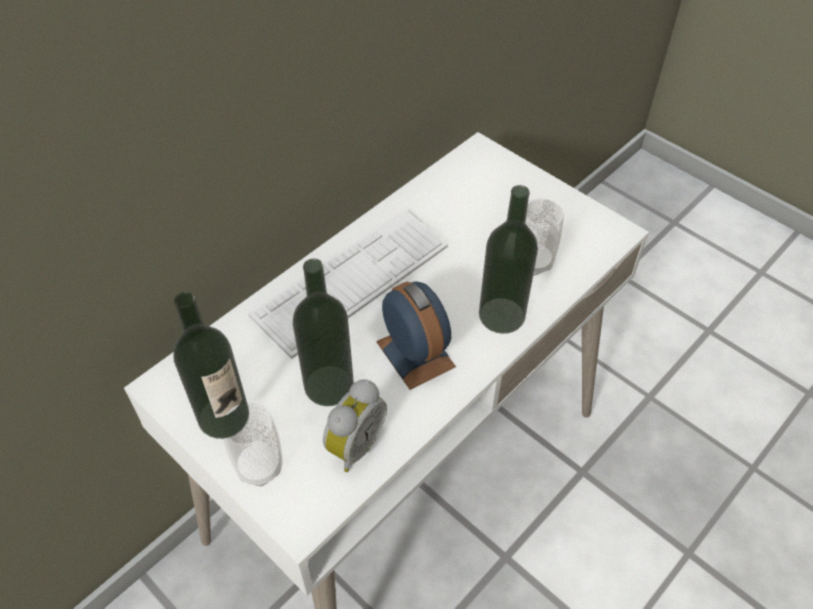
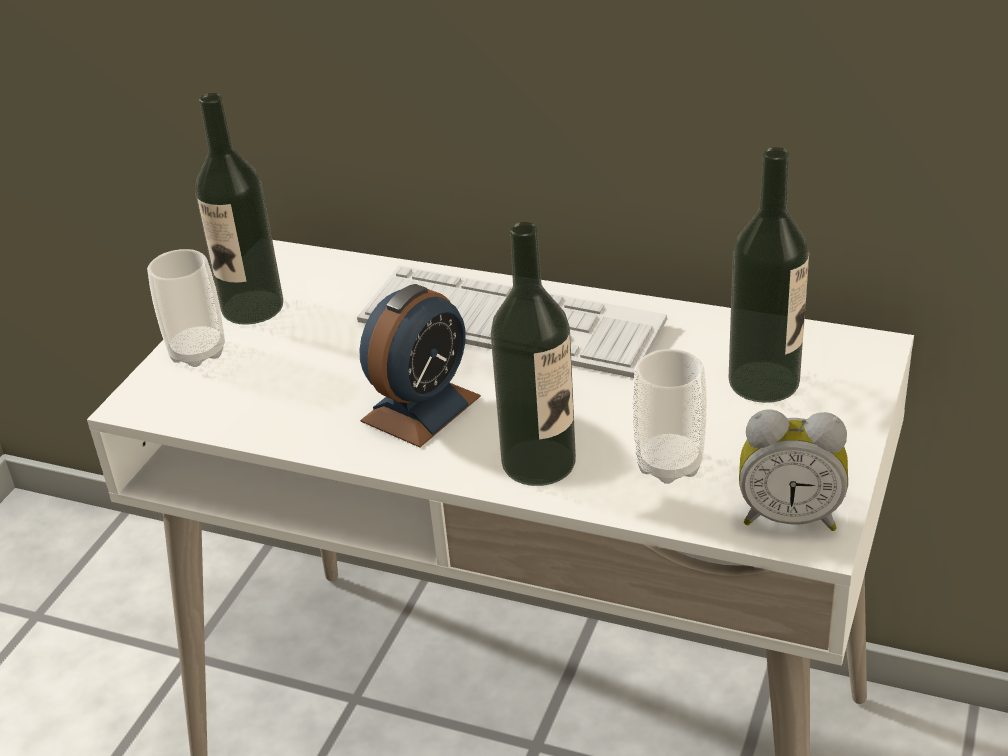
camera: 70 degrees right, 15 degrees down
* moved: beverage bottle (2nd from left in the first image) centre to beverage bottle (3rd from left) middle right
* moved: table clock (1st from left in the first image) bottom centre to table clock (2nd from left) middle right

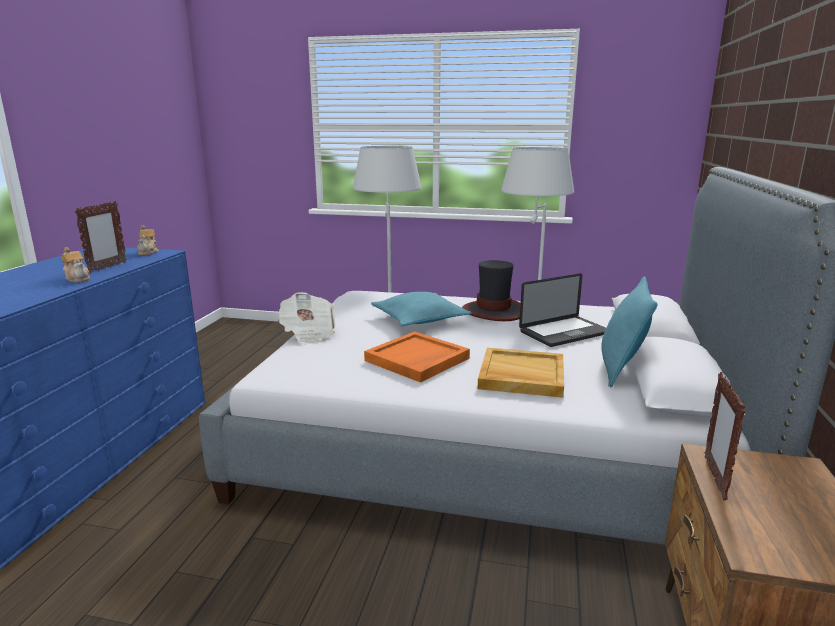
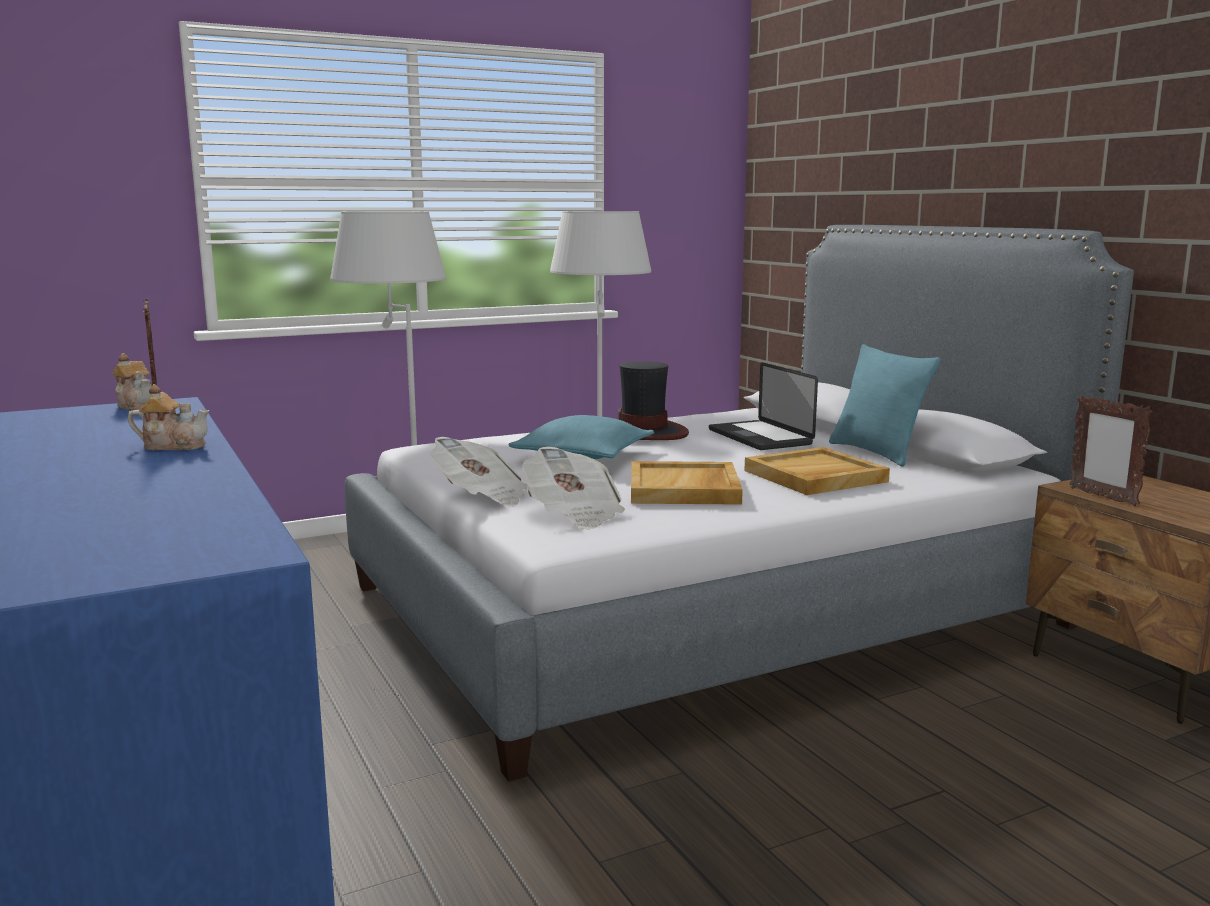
camera: 40 degrees left, 5 degrees down
* turned: portable computer middle right = centre 135 degrees clockwise
* recoloured: orangey carrying tray centre to beige-coloured carrying tray (1st from left) centre
* added: daily paper (2nd from left) centre

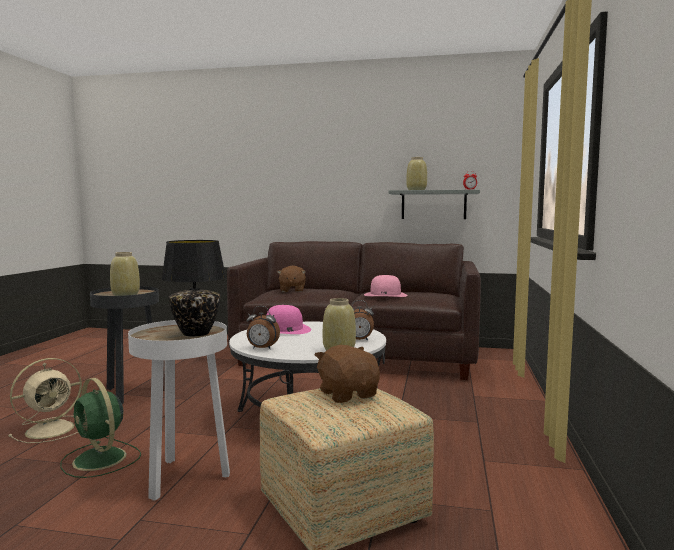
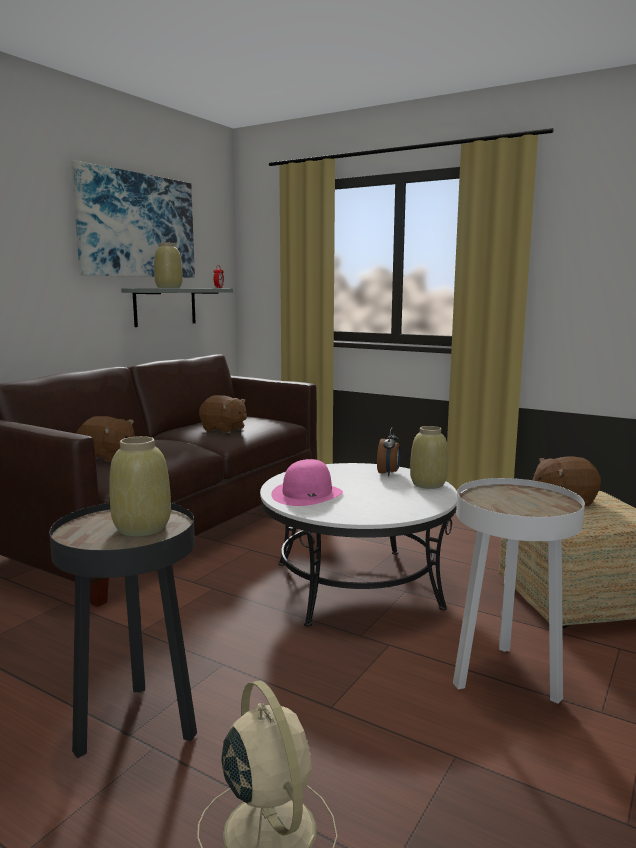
camera: 70 degrees left, 5 degrees up
* removed: blackish table lamp middle left
* replaced: pinkish wearable hat (2nd from left) centre to brownish cuddly toy (2nd from left) centre
* removed: table clock (1st from left) centre
* removed: greenish fan bottom left
* added: picture top left

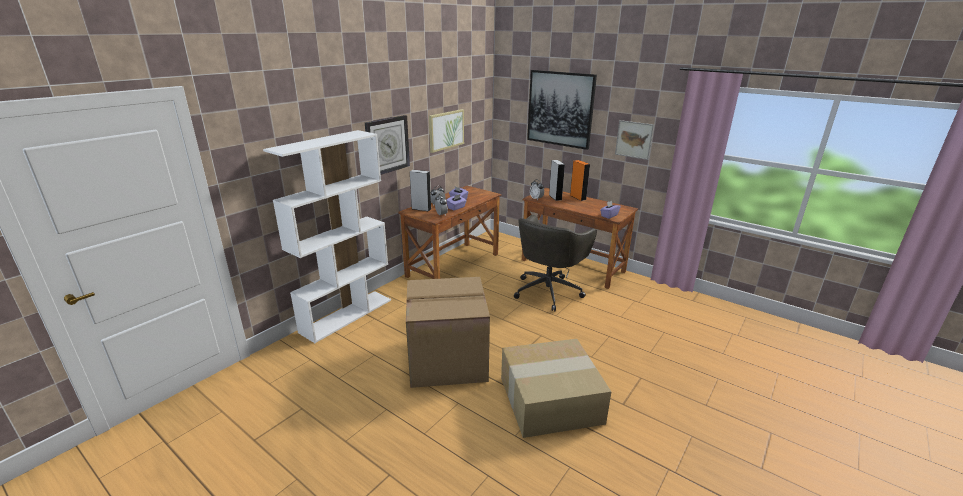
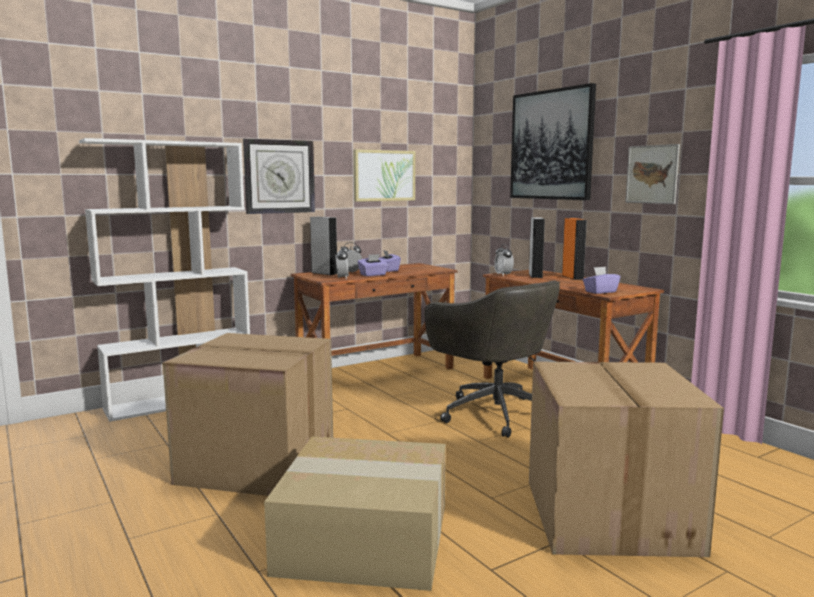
camera: 20 degrees right, 15 degrees down
* turned: greyish office chair centre = centre 90 degrees counterclockwise
* added: cardboard box (3rd from left) bottom right

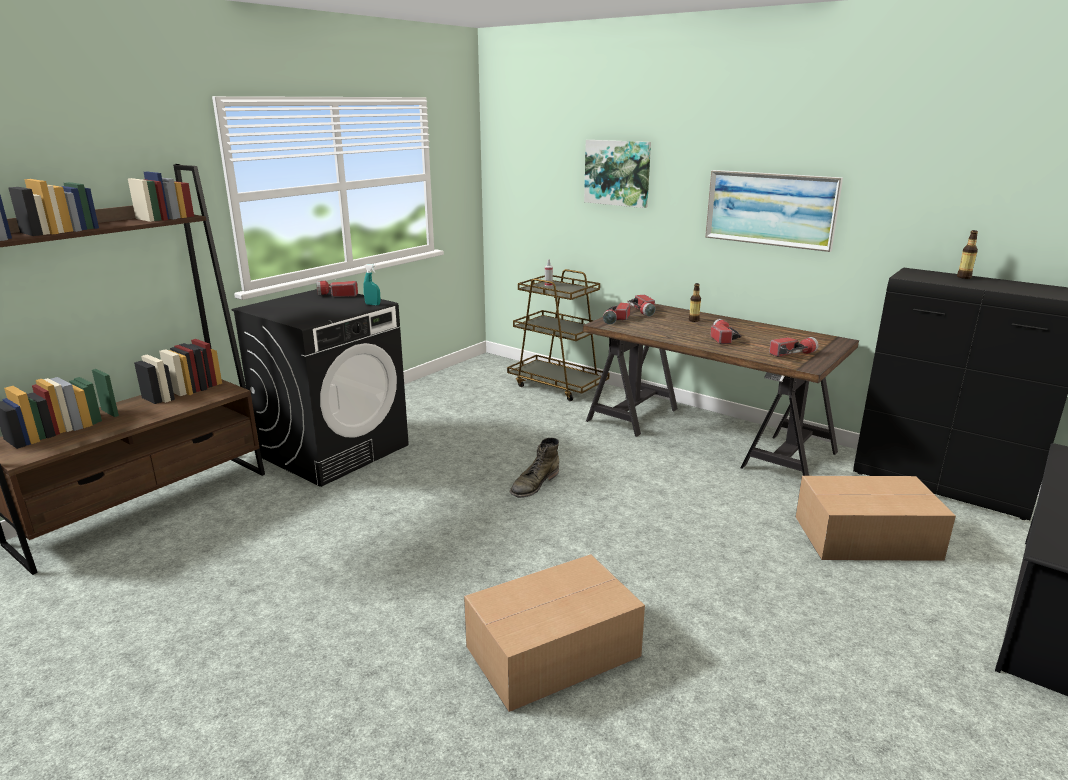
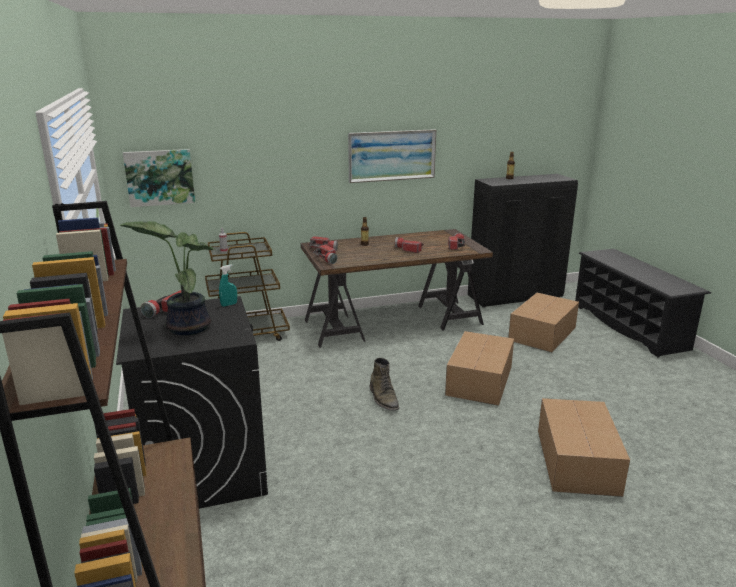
camera: 55 degrees left, 0 degrees up
* moved: picture (1st from left) top centre to top left
* added: potted plant middle left
* added: cardboard box (1st from left) centre

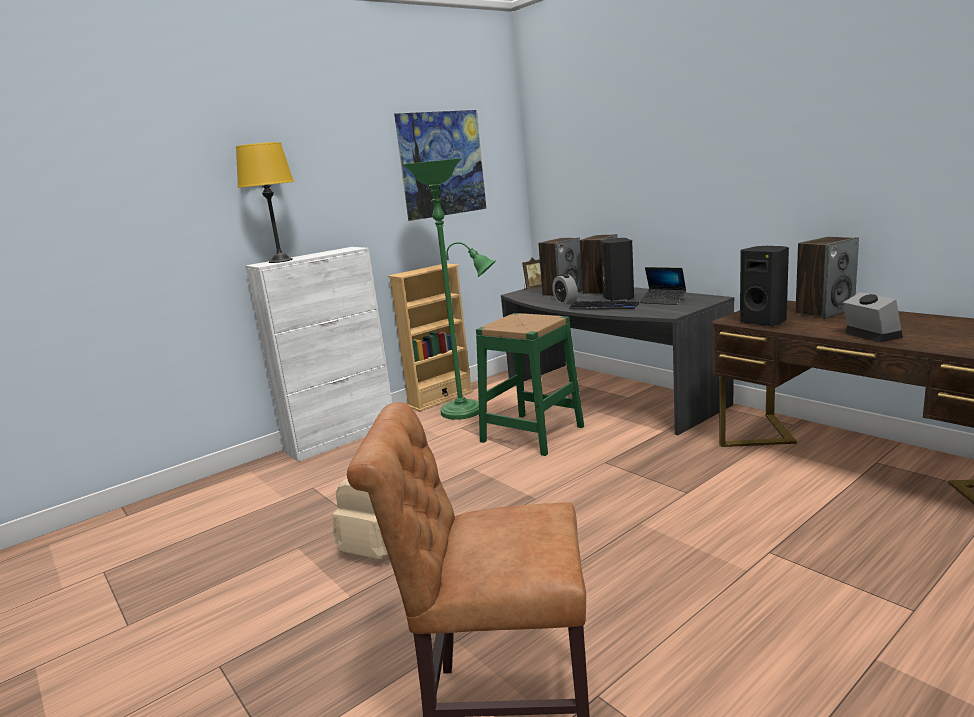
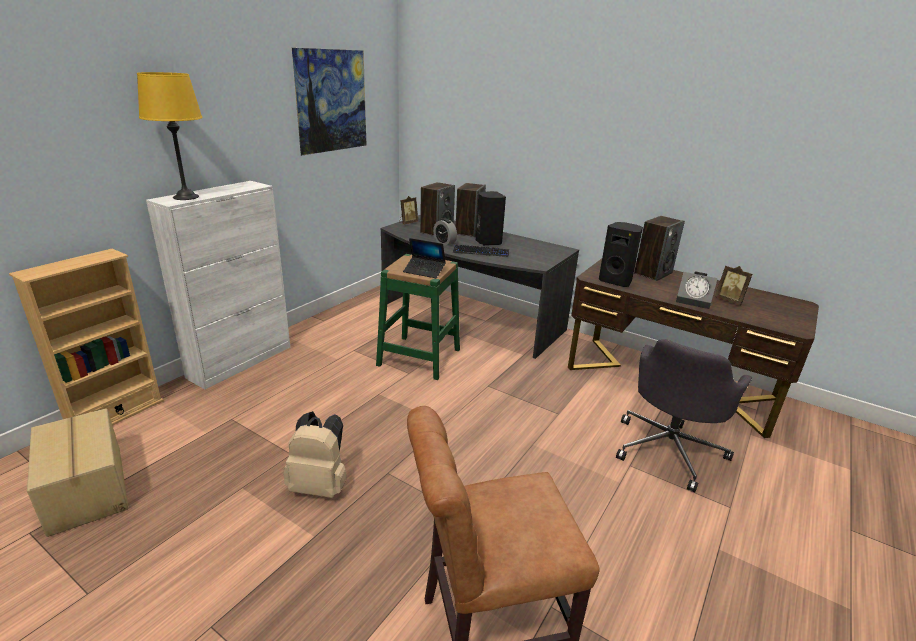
camera: 20 degrees left, 10 degrees up
* removed: greenish floor lamp centre
* moved: beige-coloured bookshelf centre to middle left
* moved: portable computer middle right to centre
* turned: table clock (2nd from left) middle right = middle right 150 degrees clockwise
* added: standing frame (2nd from left) middle right
* added: greyish office chair middle right
* added: cardboard box bottom left

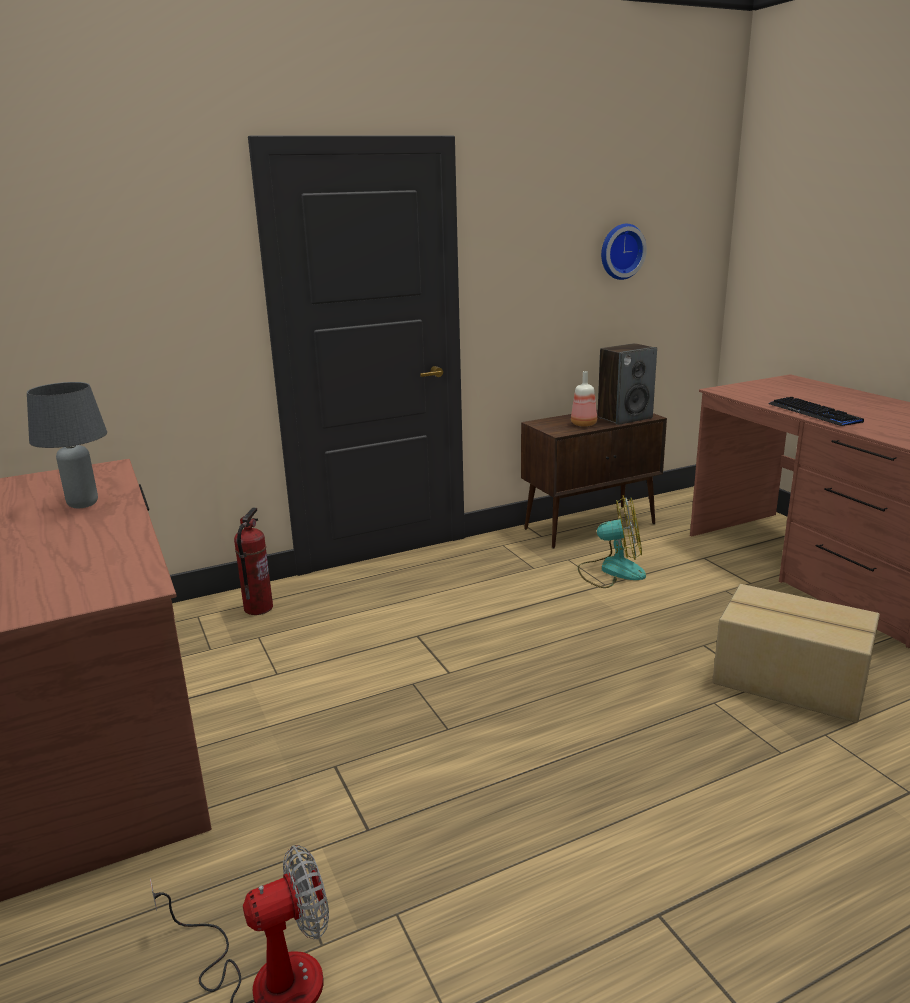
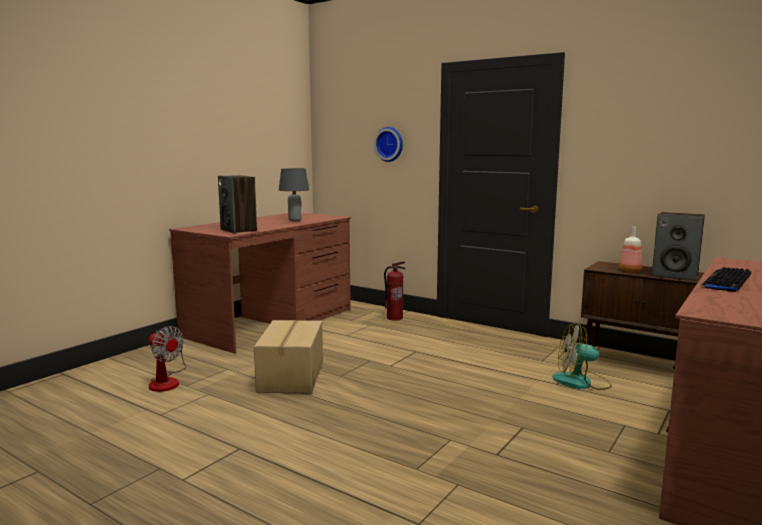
camera: 60 degrees right, 10 degrees down
* moved: hanging clock top right to top centre
* turned: fan (2nd from left) middle right = bottom right 120 degrees clockwise
* moved: cardboard box middle right to bottom centre
* added: audio speaker (1st from left) middle left

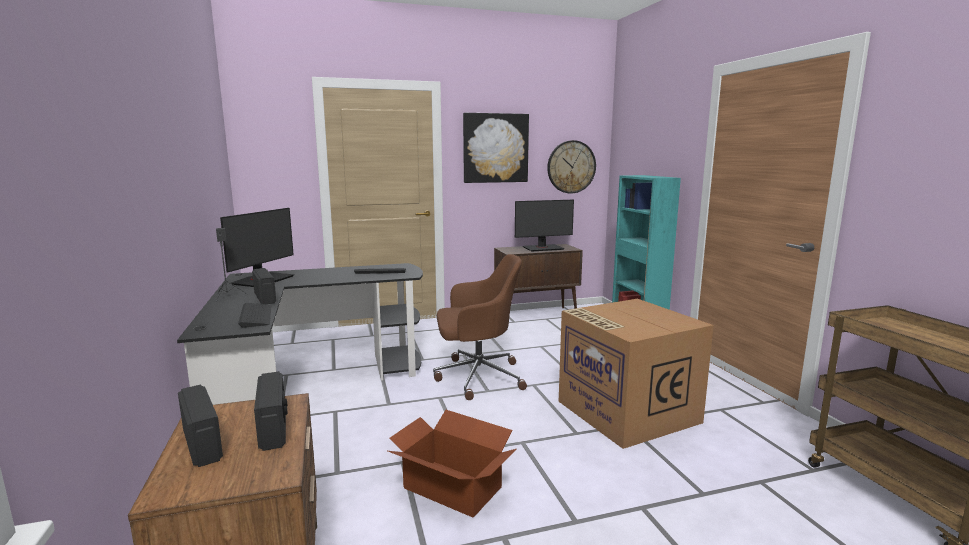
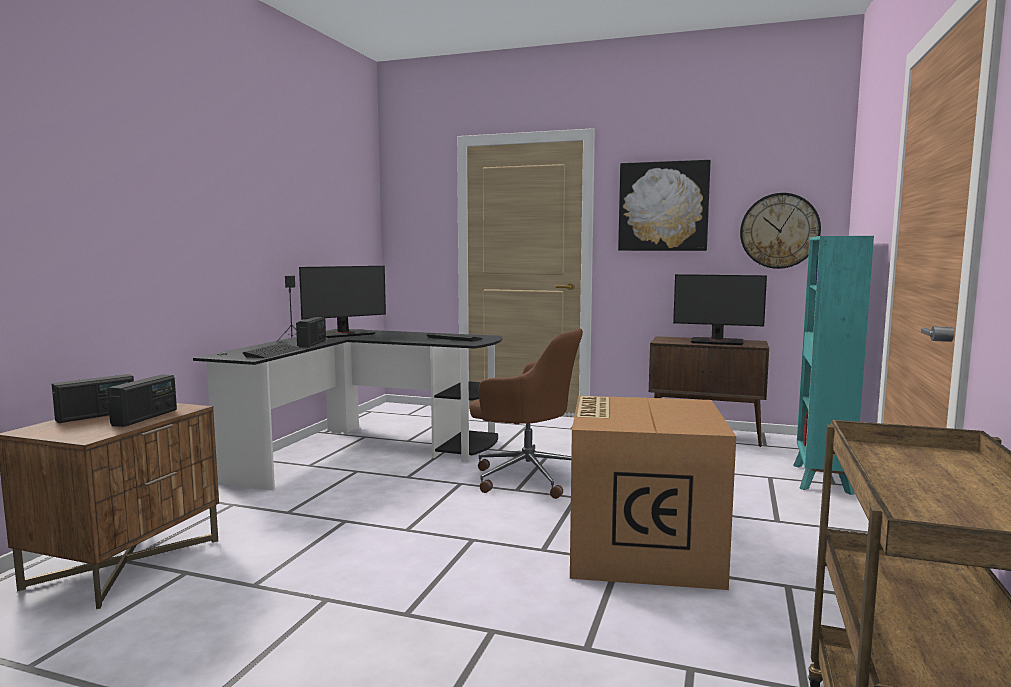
camera: 35 degrees right, 5 degrees down
* turned: radio receiver (1st from left) bottom left = middle left 45 degrees clockwise
* removed: cardboard box (1st from left) bottom centre

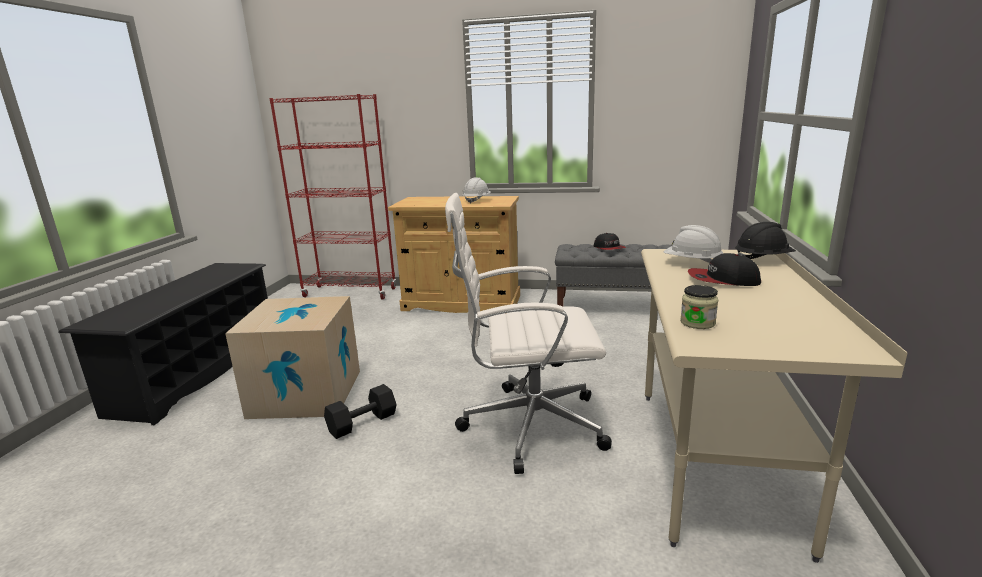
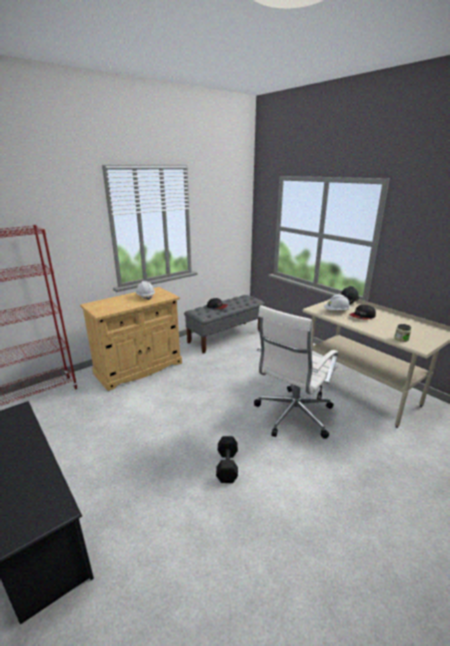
camera: 50 degrees left, 5 degrees up
* removed: cardboard box middle left

